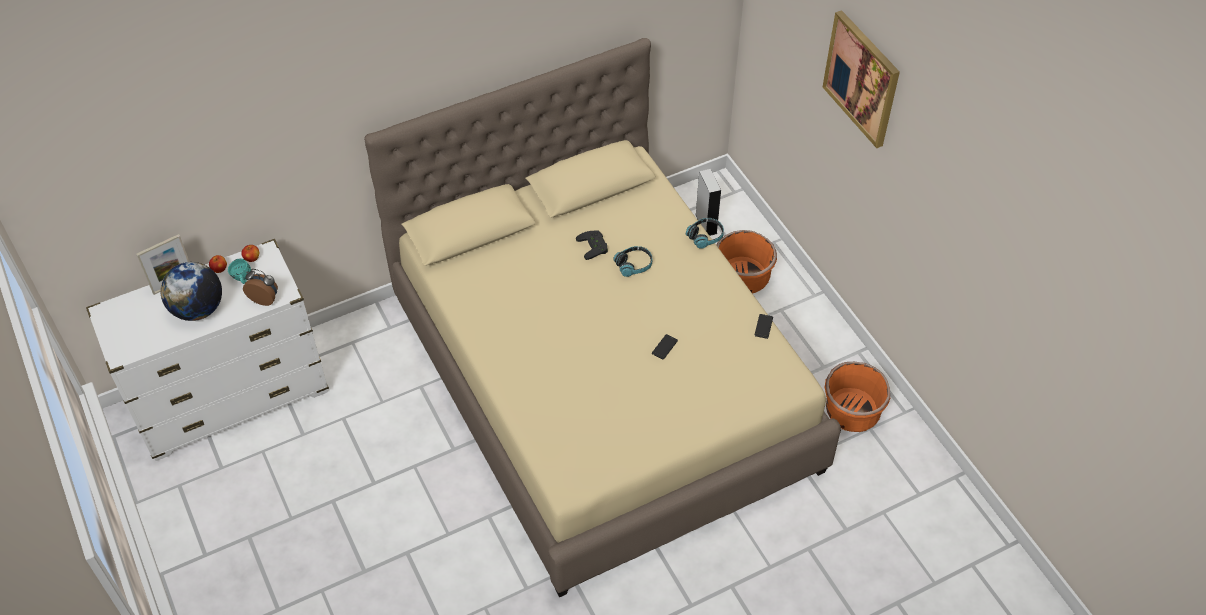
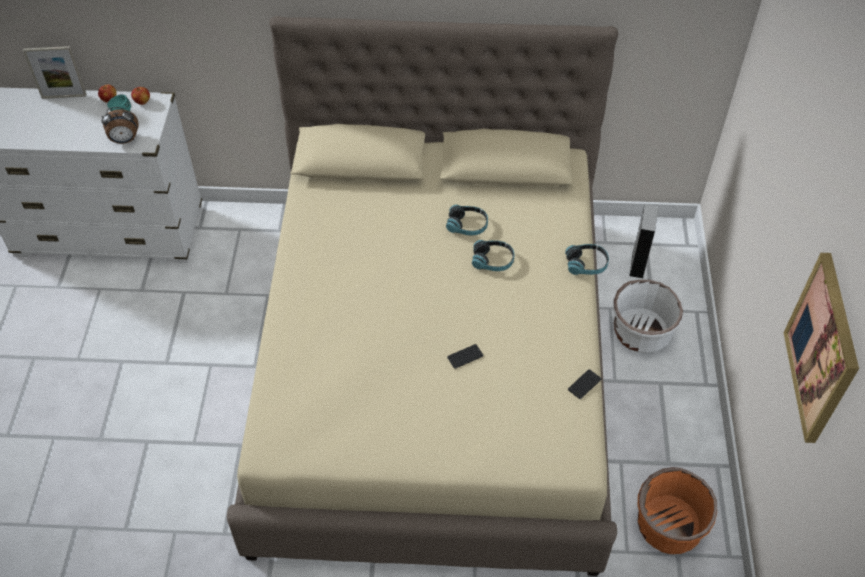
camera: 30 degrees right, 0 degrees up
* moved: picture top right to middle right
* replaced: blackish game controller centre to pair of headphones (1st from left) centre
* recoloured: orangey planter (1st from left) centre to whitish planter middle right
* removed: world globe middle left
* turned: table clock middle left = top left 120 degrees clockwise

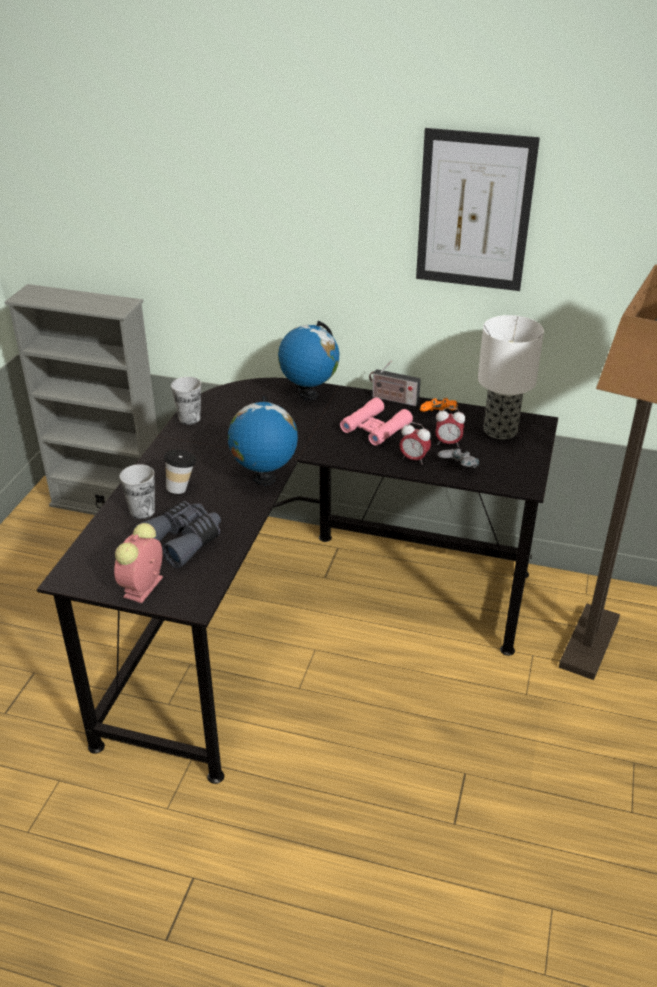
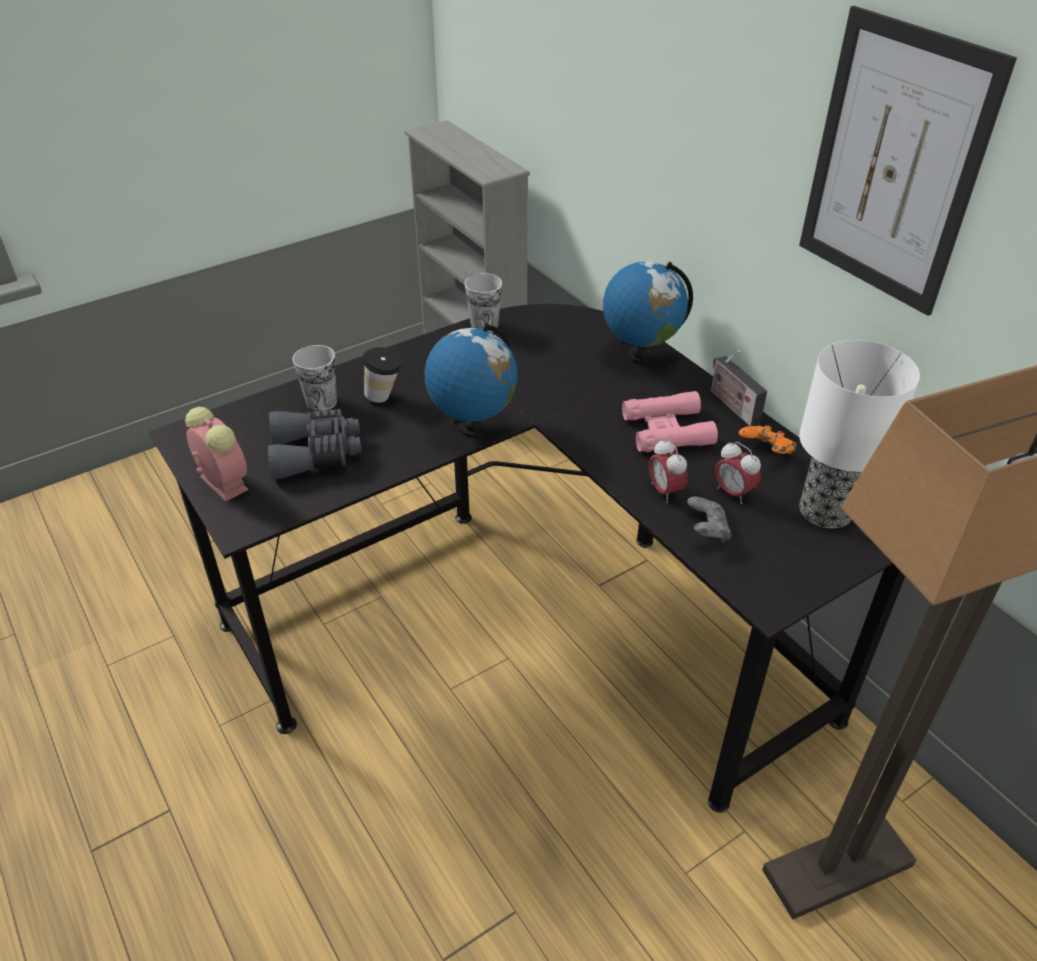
camera: 40 degrees right, 5 degrees up
* turned: table clock (1st from left) middle left = middle left 75 degrees clockwise

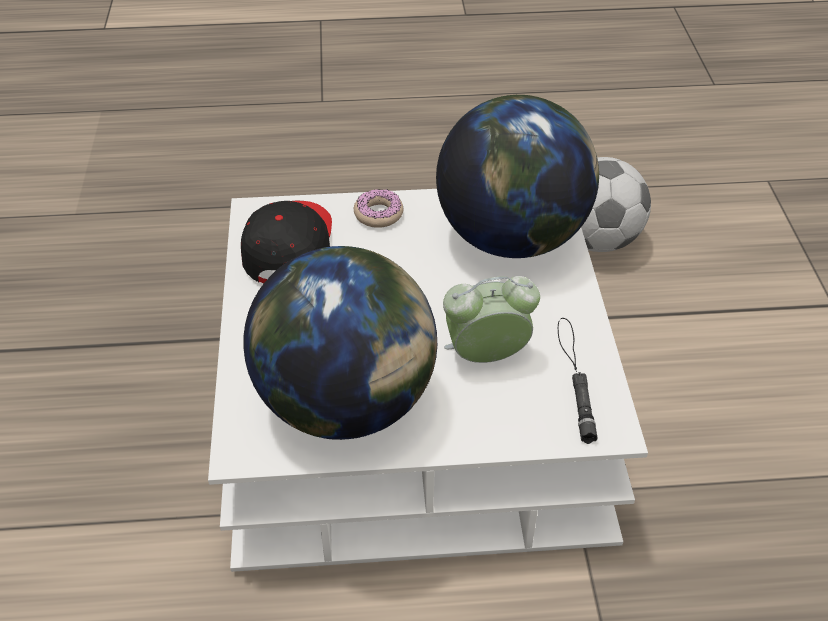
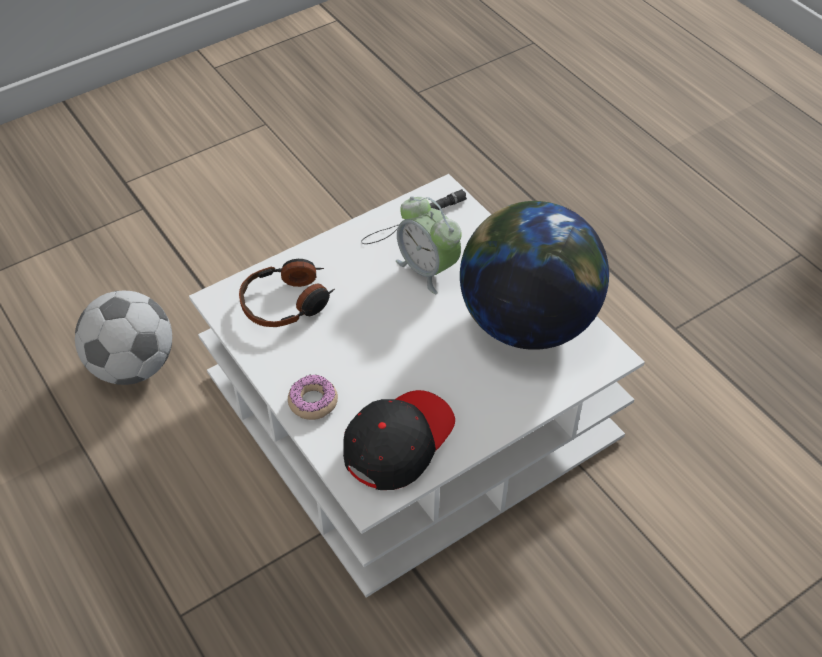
camera: 120 degrees left, 5 degrees up
* replaced: world globe (2nd from left) top centre to pair of headphones centre
* turned: blackish peaked cap centre = bottom centre 150 degrees clockwise

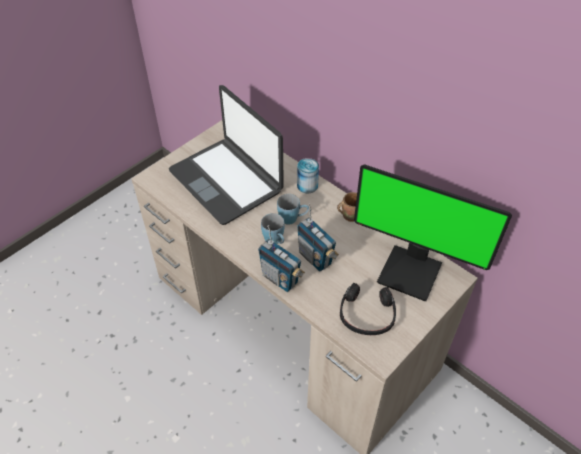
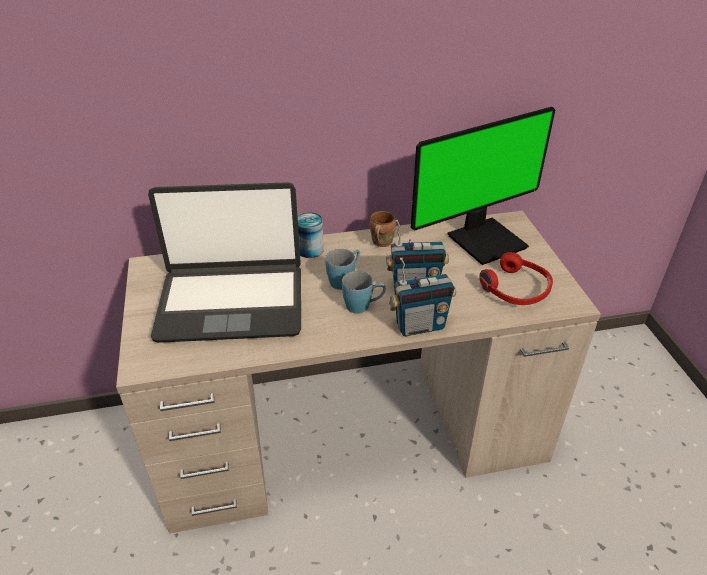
camera: 55 degrees left, 10 degrees down
* recoloured: blackish pair of headphones bottom centre to red pair of headphones middle right

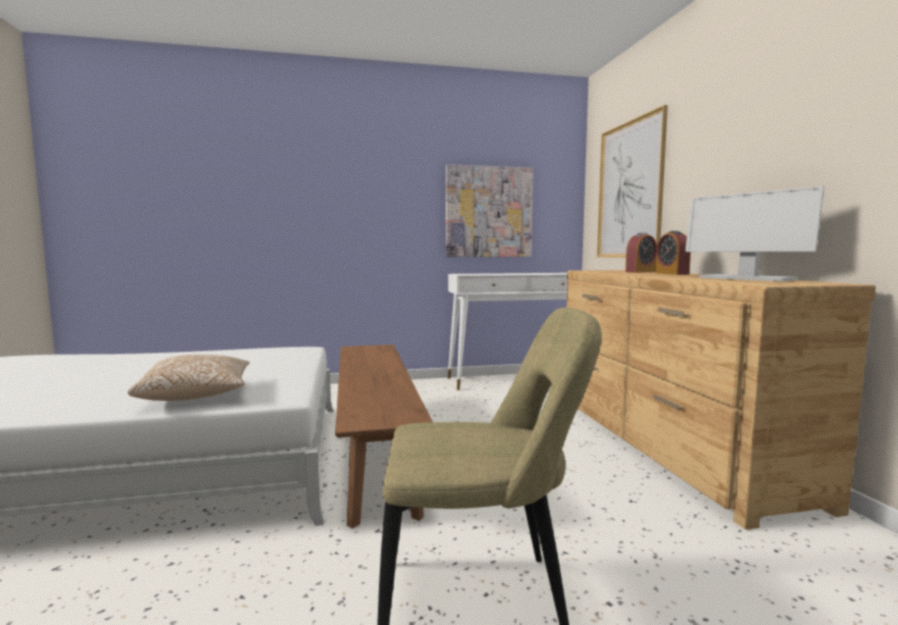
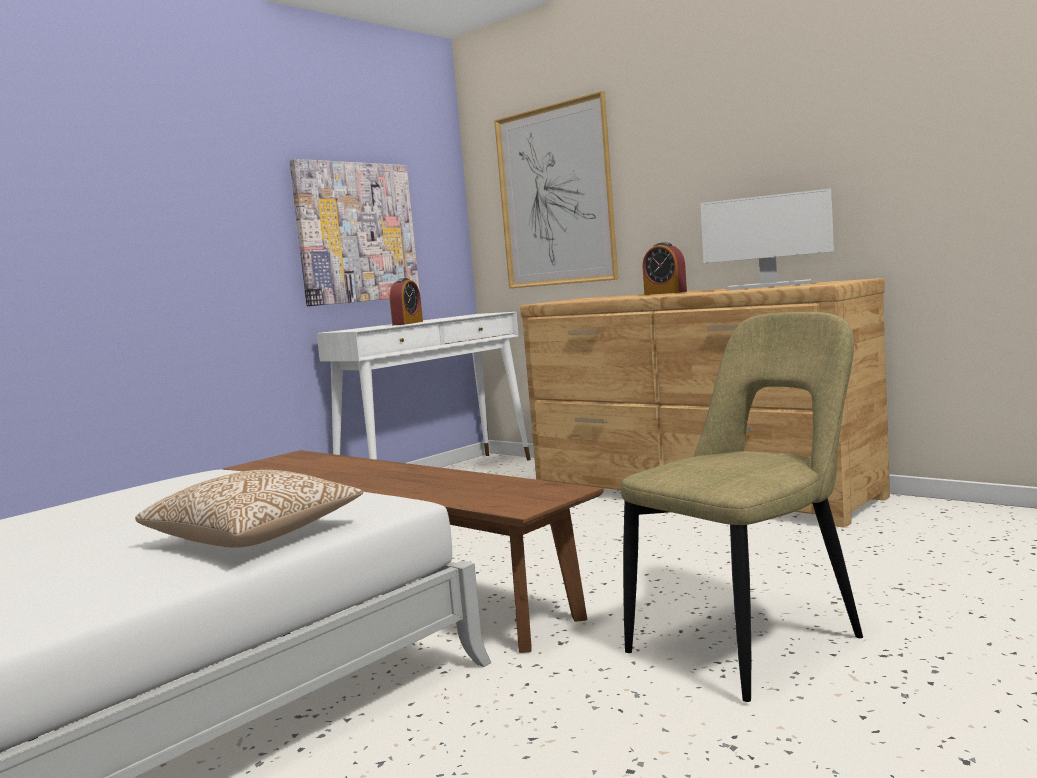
camera: 35 degrees left, 0 degrees up
* moved: table clock (1st from left) middle right to centre

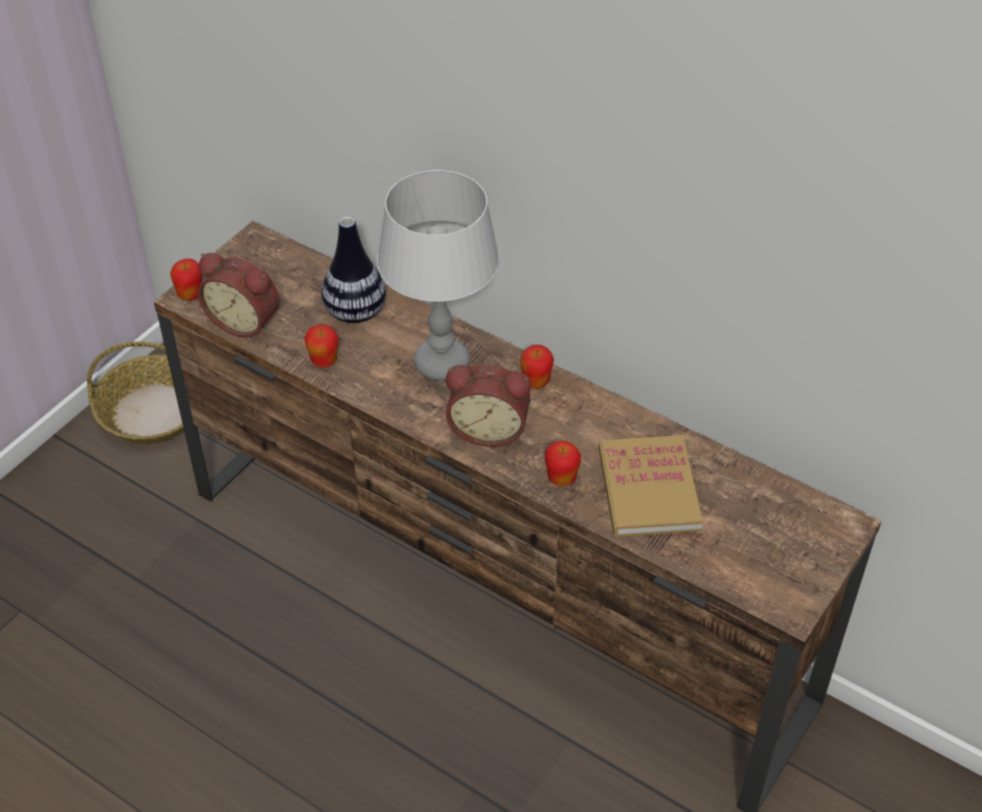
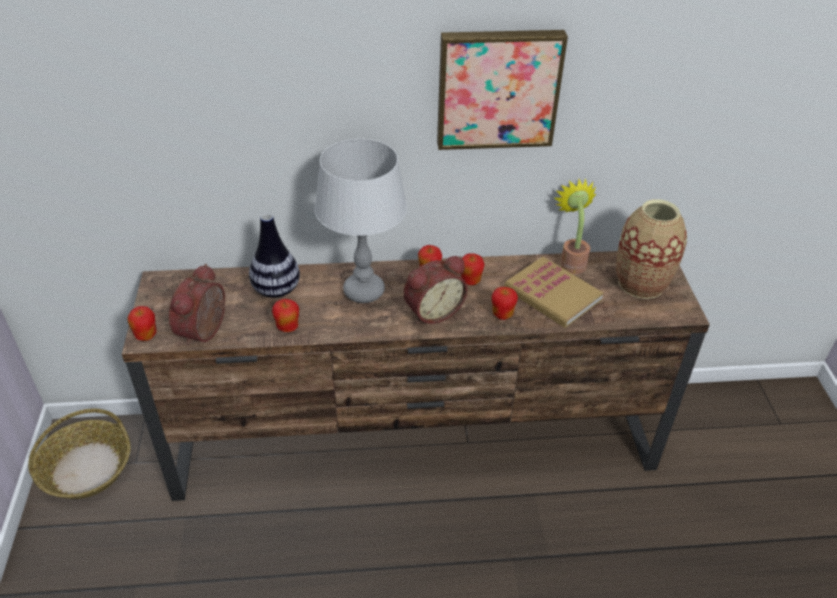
camera: 40 degrees left, 5 degrees down
* turned: table clock (1st from left) middle left = middle left 120 degrees clockwise
* added: picture top centre
* added: potted plant middle right
* added: flower vase (2nd from left) middle right
* added: apple (4th from left) centre

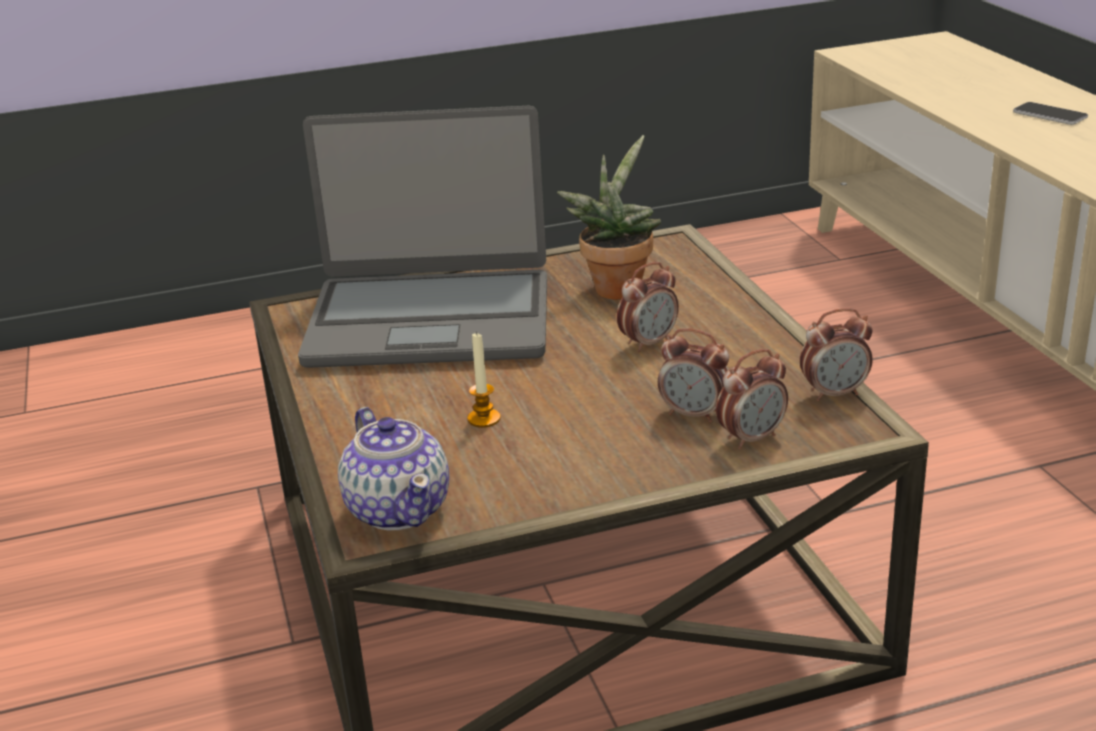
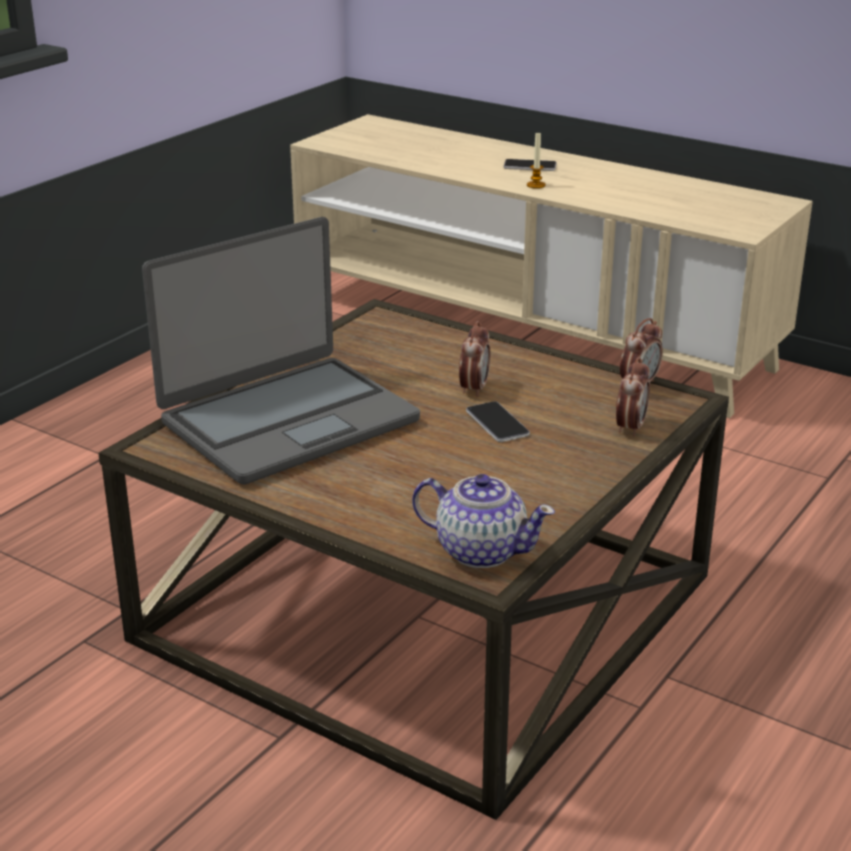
camera: 40 degrees left, 0 degrees up
* removed: potted plant top centre
* removed: table clock (2nd from left) centre
* moved: wax light centre to top centre
* added: phone (1st from left) centre

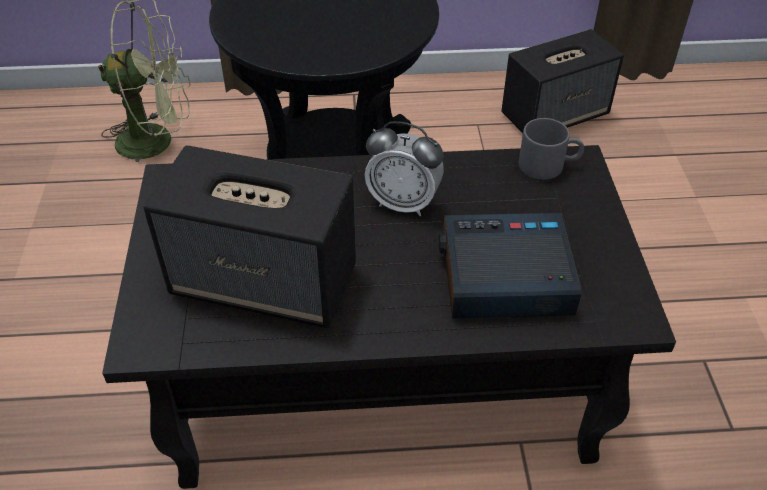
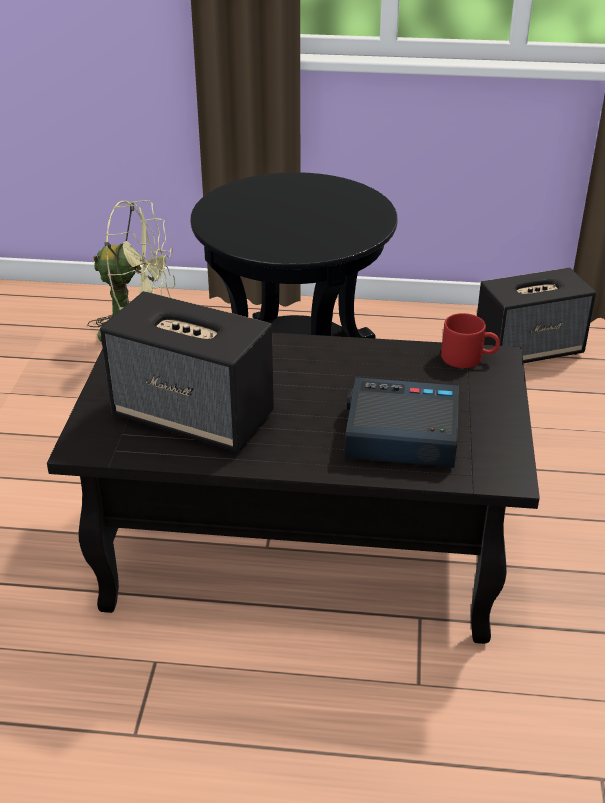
camera: 10 degrees right, 10 degrees down
* recoloured: greyish tea mug top right to red tea mug middle right
* removed: table clock (1st from left) centre

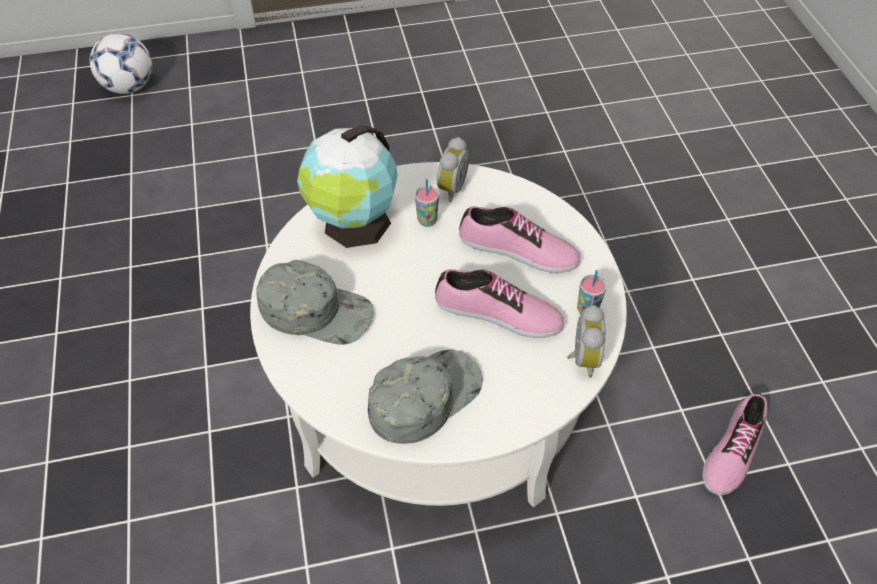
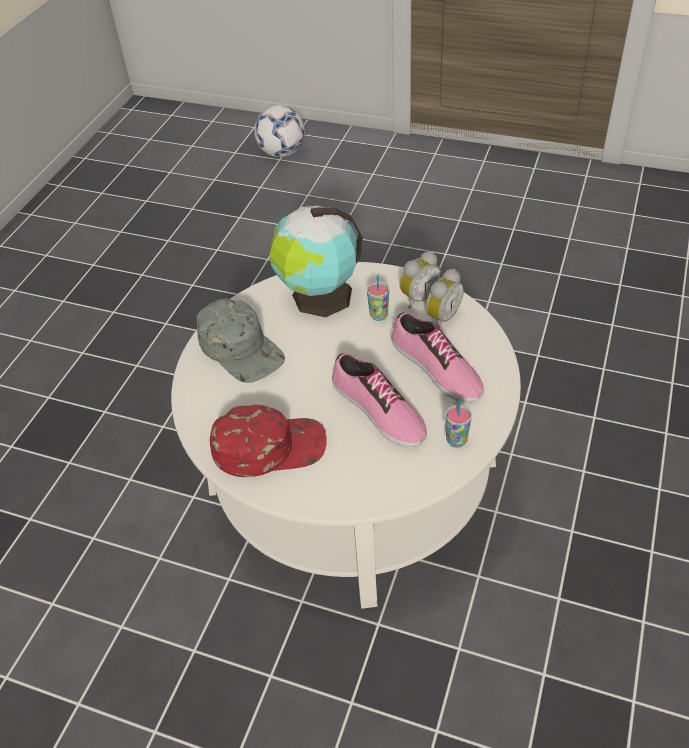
camera: 35 degrees right, 5 degrees down
* moved: table clock (2nd from left) middle right to centre
* recoloured: greyish peaked cap (2nd from left) bottom centre to red peaked cap centre
* removed: low shoe (3rd from left) bottom right

